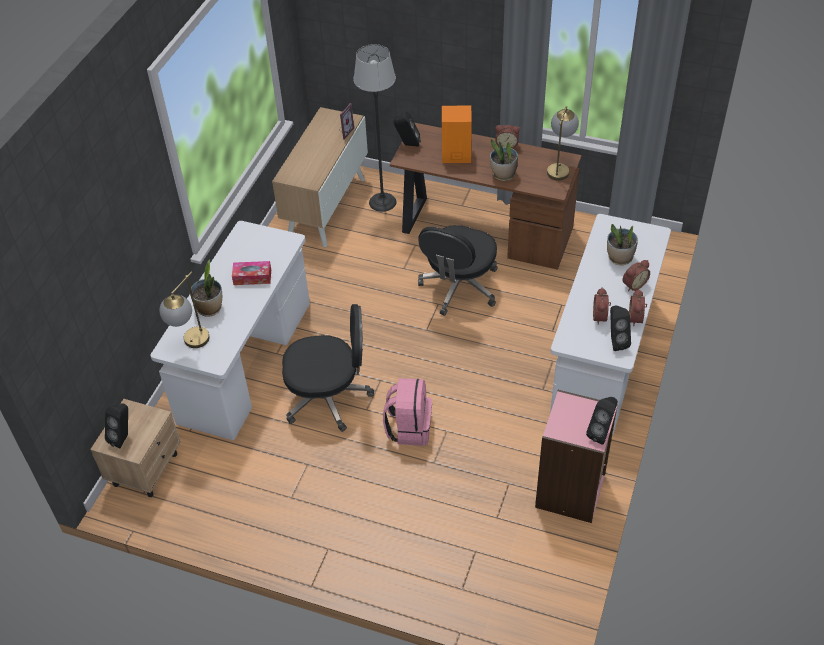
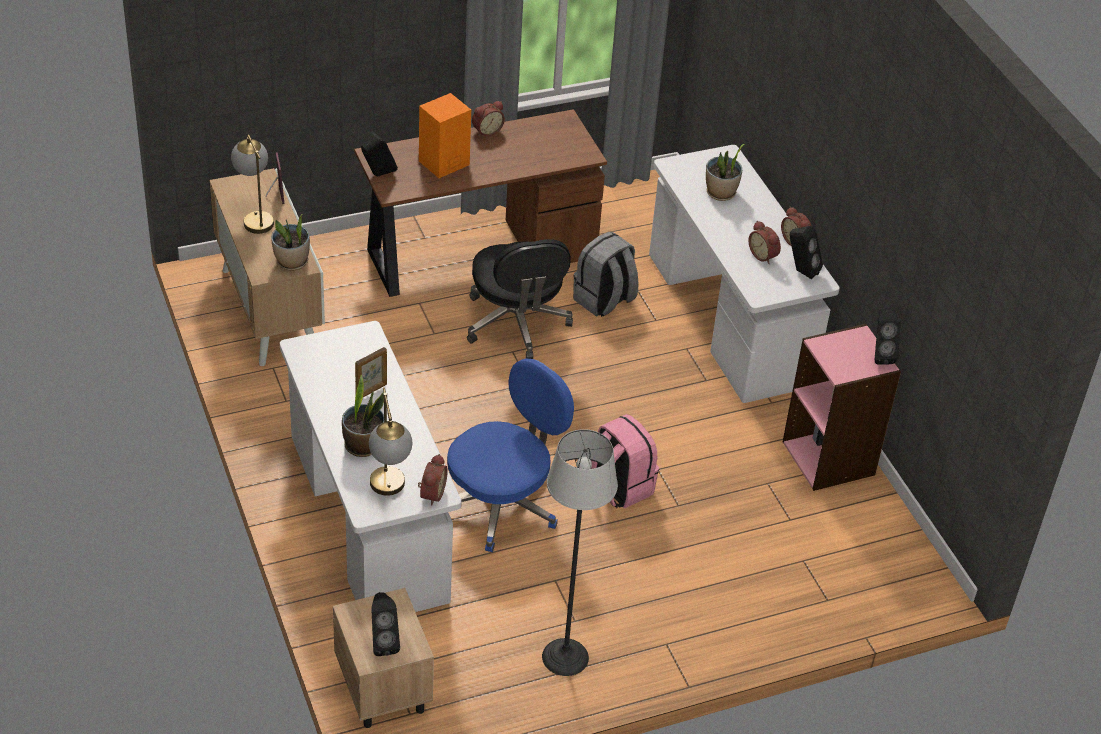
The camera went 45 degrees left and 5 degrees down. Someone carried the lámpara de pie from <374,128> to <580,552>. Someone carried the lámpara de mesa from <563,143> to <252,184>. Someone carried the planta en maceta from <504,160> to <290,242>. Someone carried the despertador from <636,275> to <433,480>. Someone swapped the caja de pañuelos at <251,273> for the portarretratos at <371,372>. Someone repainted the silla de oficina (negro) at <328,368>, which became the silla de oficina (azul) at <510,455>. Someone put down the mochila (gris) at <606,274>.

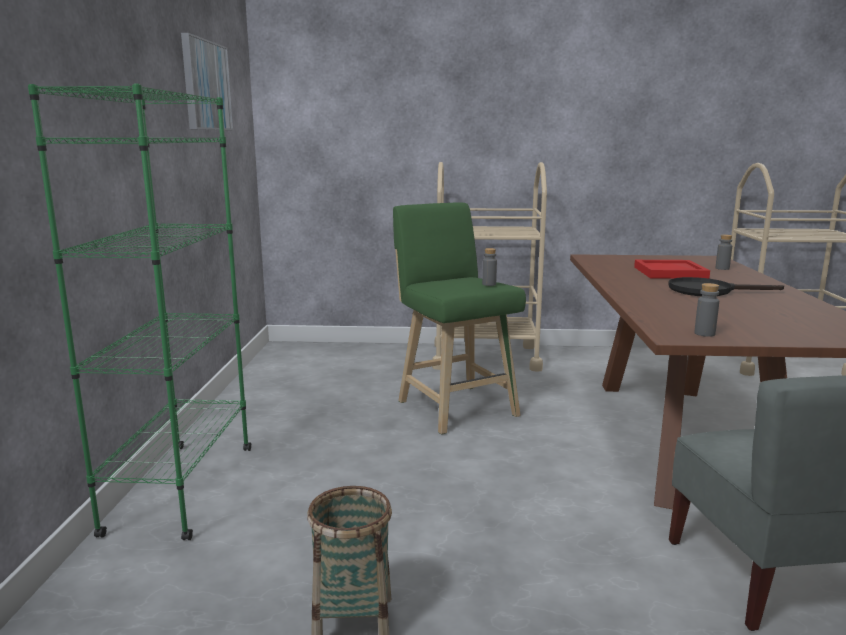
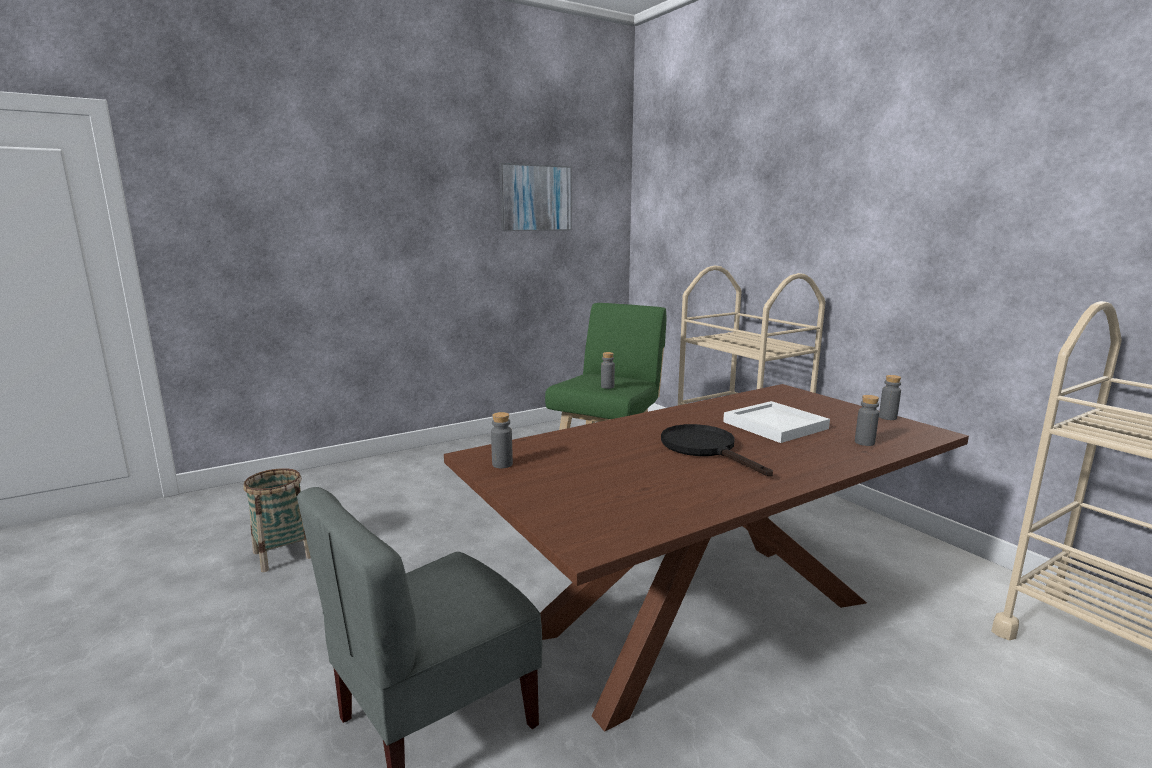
The camera went 55 degrees right and 0 degrees up. Someone took away the estantería (verde) at <140,312>. Someone repainted the bandeja (rojo) at <672,269>, which became the bandeja (blanco) at <776,422>. Someone put down the botella (gris) at <890,397>.

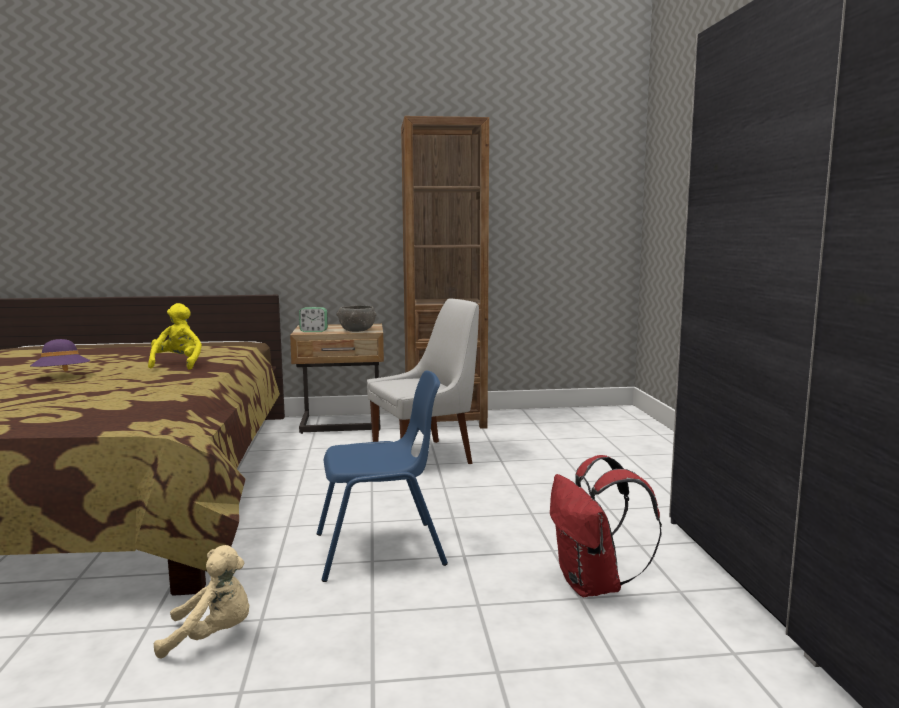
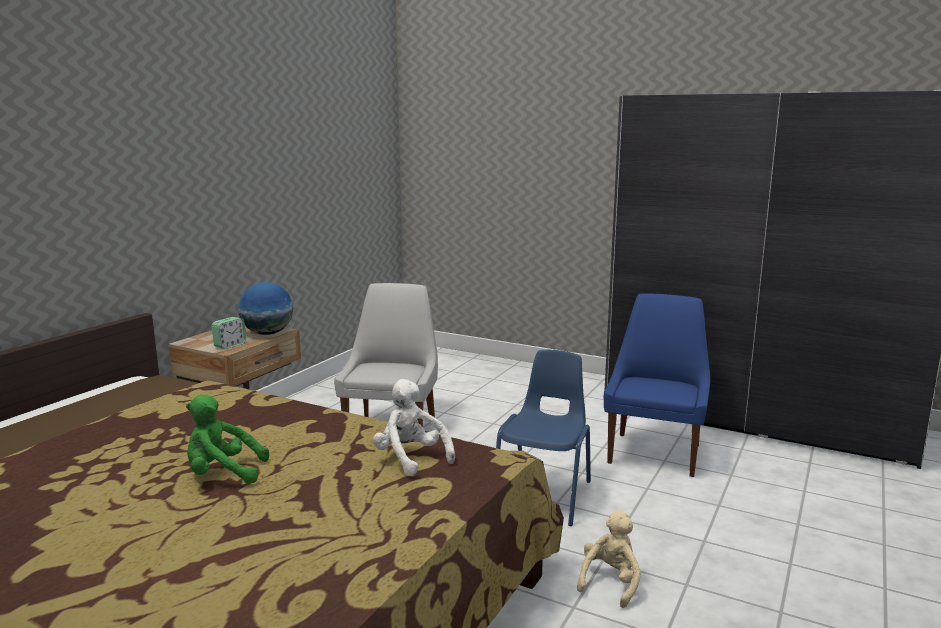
The camera went 55 degrees left and 5 degrees up. Someone took away the estantería (marrón) at <445,272>. Someone took away the peluche (amarillo) at <175,336>. Someone swapped the cuenco (gris) at <357,318> for the globo terráqueo at <265,308>. Someone swapped the sombrero (morado) at <60,355> for the peluche (verde) at <227,439>. Someone swapped the mochila (rojo) at <606,526> for the silla (azul) at <657,385>. Someone put down the peluche (blanco) at <414,427>.

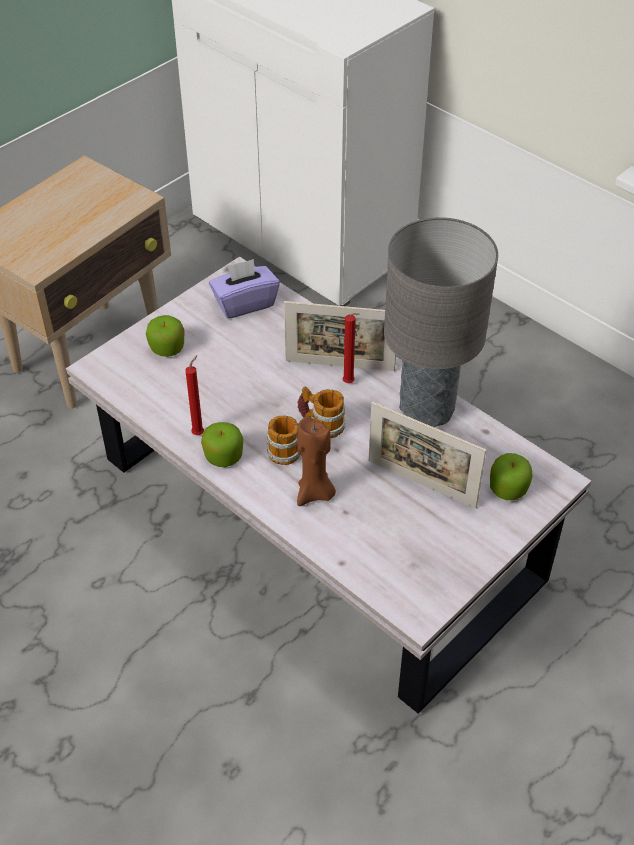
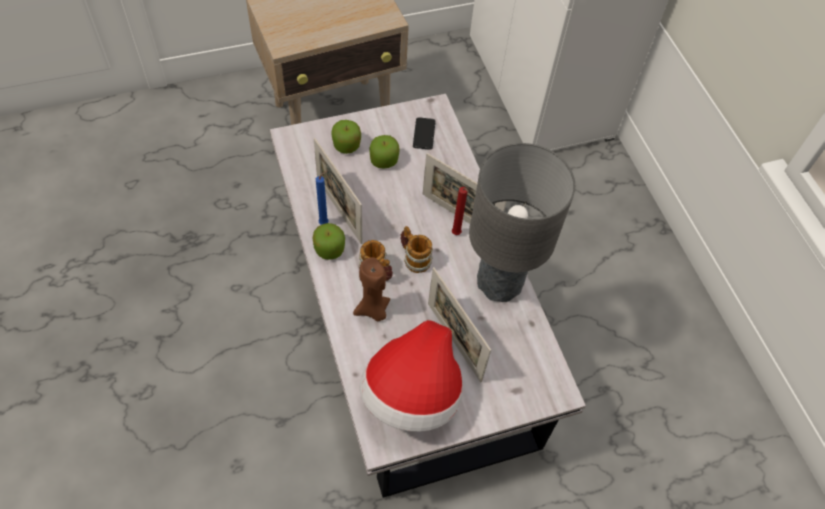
The camera went 25 degrees right and 10 degrees up. Someone swapped the caja de pañuelos (morado) at <244,289> for the móvil at <424,133>. Someone repainted the vela (rojo) at <194,395>, which became the vela (azul) at <322,198>. Someone carried the manzana from <511,476> to <384,151>. Someone put down the portarretratos at <338,191>. Someone put down the sombrero at <411,376>.

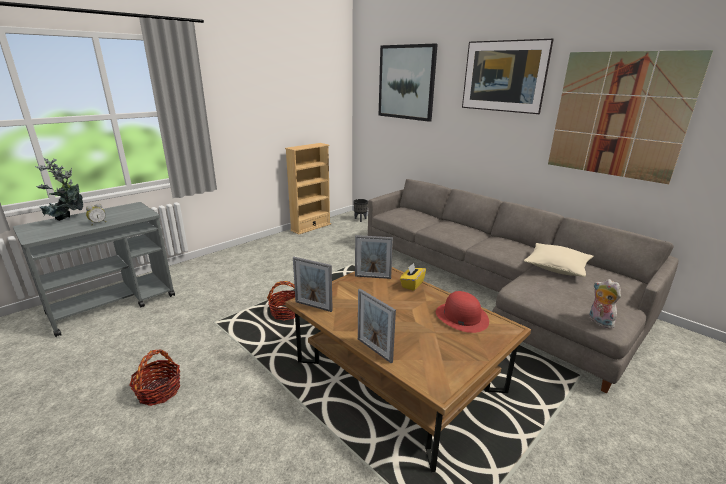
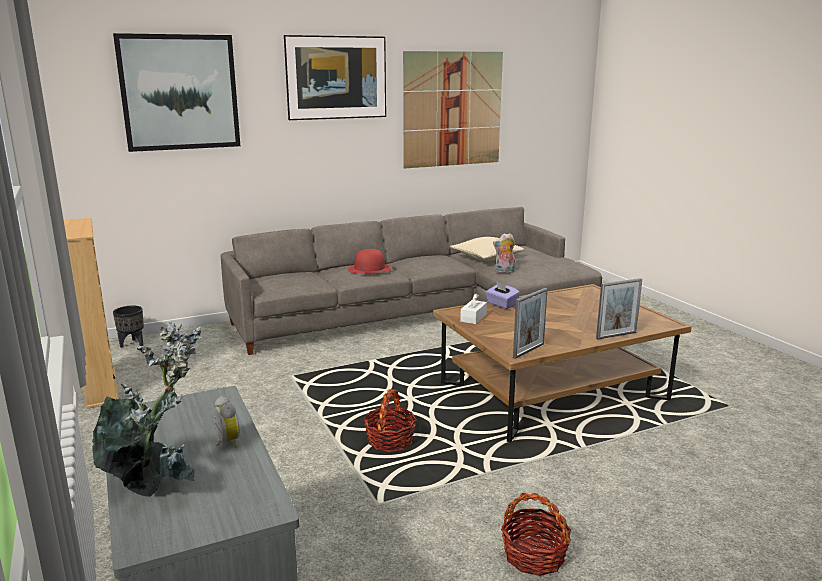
The camera went 70 degrees left and 5 degrees down. Someone swapped the portarretratos at <374,257> for the caja de pañuelos (blanco) at <473,308>. Someone repainted the caja de pañuelos (amarillo) at <413,277>, which became the caja de pañuelos (morado) at <502,295>. Someone carried the peluche from <605,303> to <504,253>. Someone carried the sombrero (rojo) from <462,312> to <370,261>.

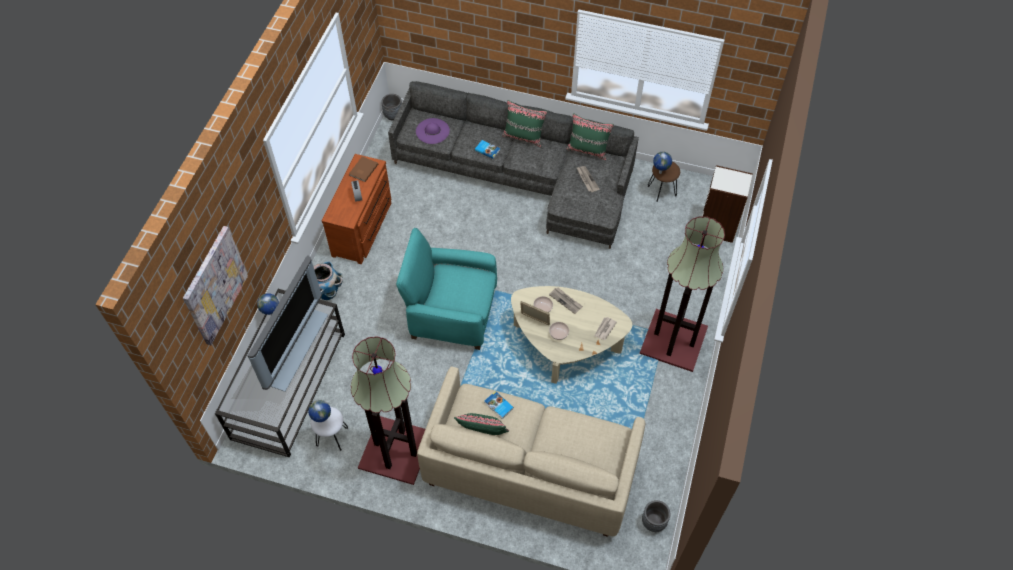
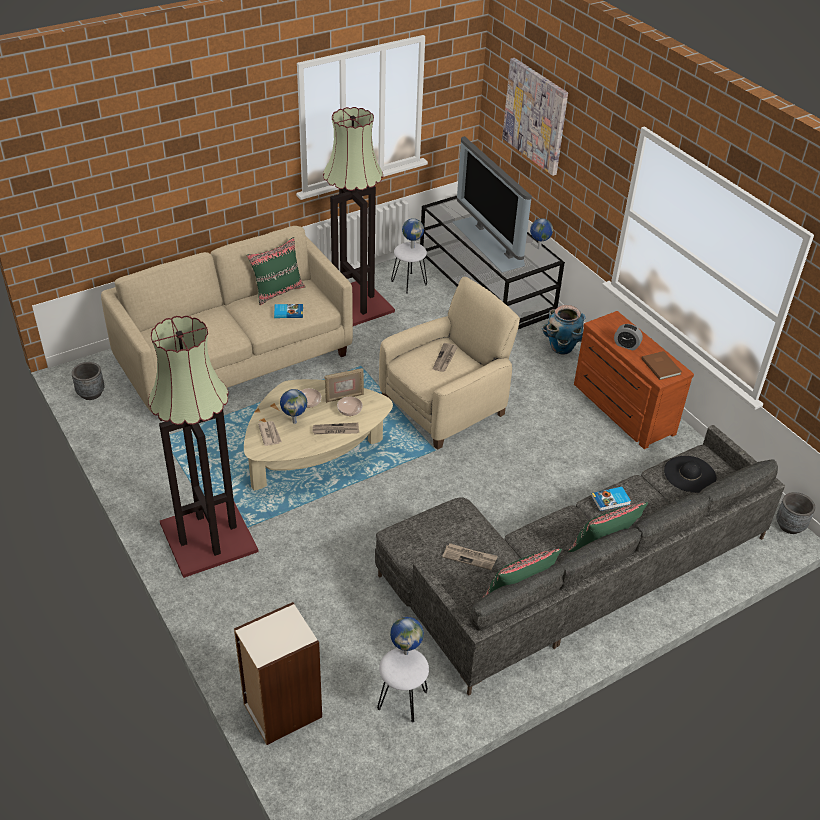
The camera went 130 degrees right and 15 degrees down. Someone repainted the sombrero (morado) at <433,131>, which became the sombrero (negro) at <690,474>. Someone repainted the taburete (marrón) at <664,181>, which became the taburete (blanco) at <403,685>. Someone repainted the sillón (turquesa) at <446,289>, which became the sillón (beis) at <449,363>. Someone put down the periódico at <445,357>. Someone put down the globo terráqueo at <293,406>.

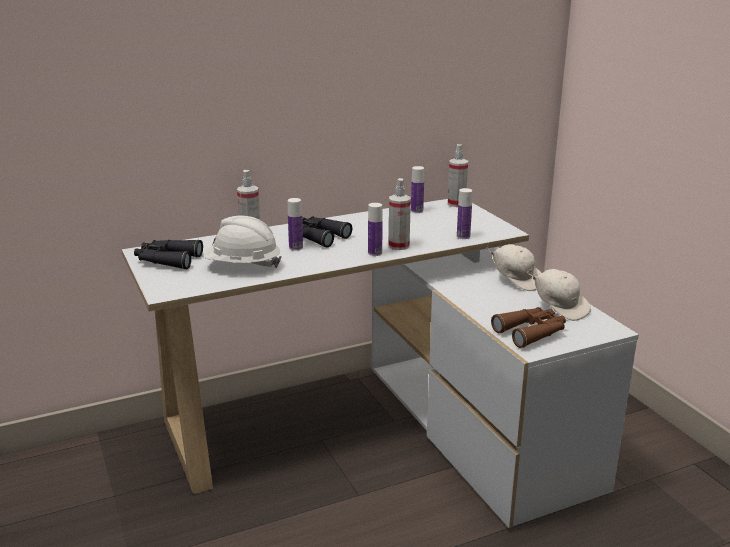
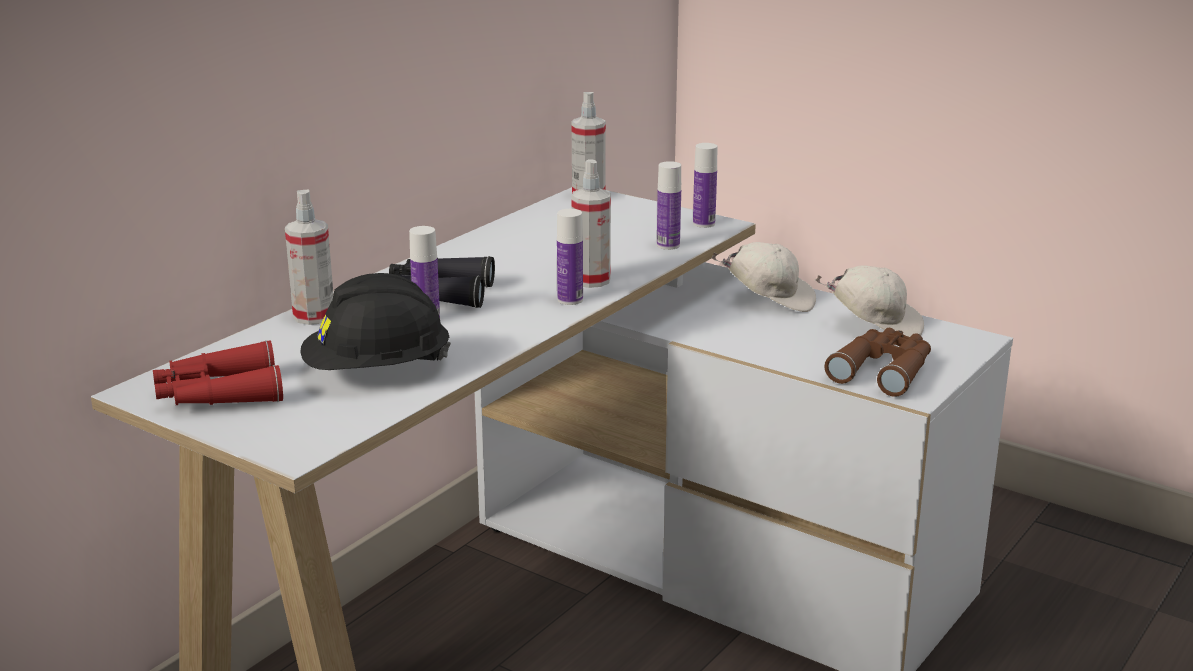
The camera went 30 degrees left and 0 degrees up. Someone carried the botella from <417,189> to <705,185>. Someone repainted the casco (blanco) at <242,242>, which became the casco (negro) at <375,321>. Someone repainted the prismáticos (negro) at <168,255>, which became the prismáticos (rojo) at <218,372>.

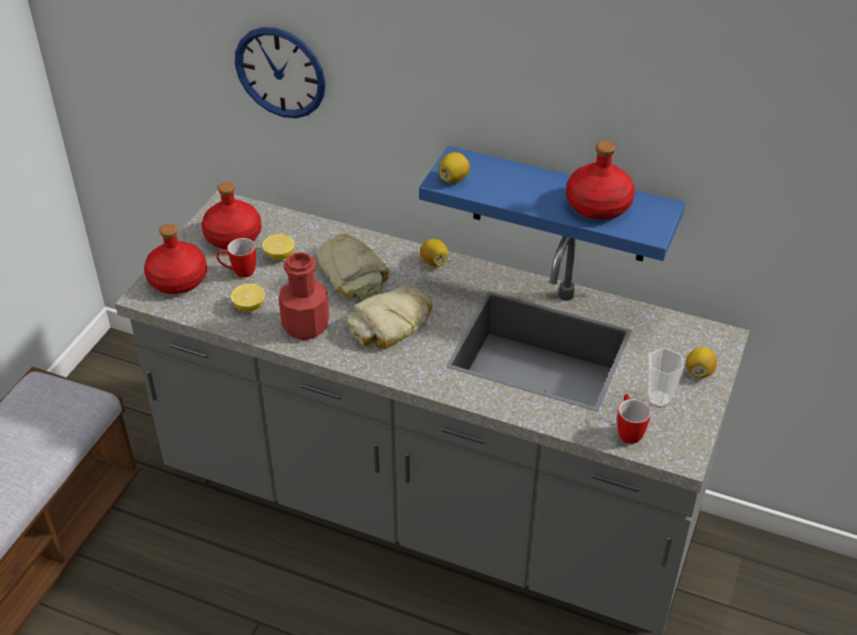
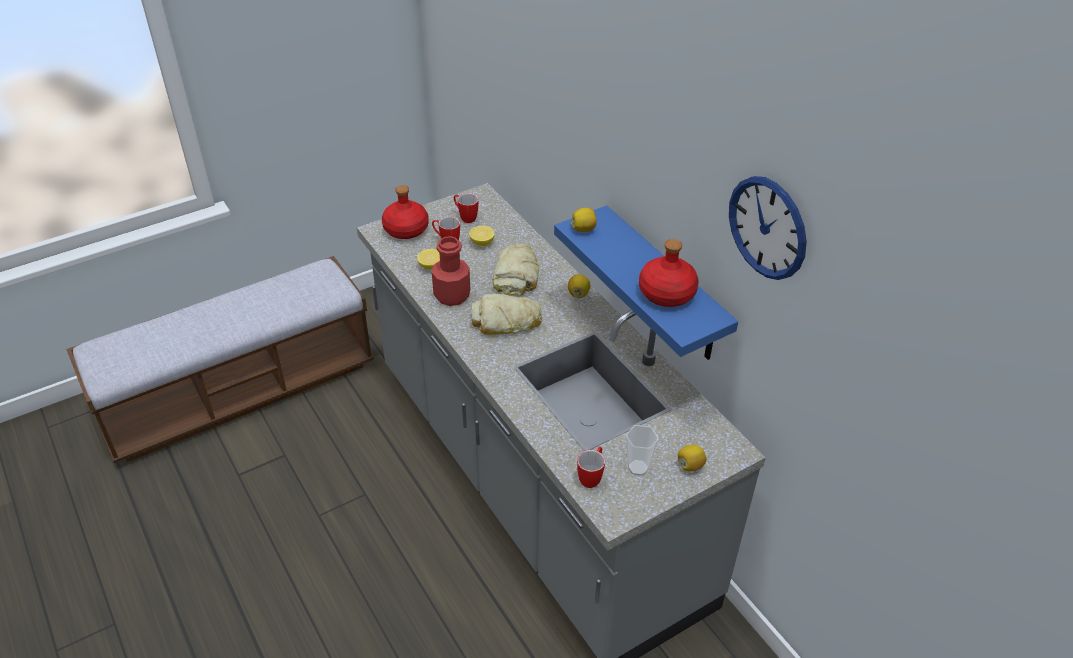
The camera went 35 degrees right and 0 degrees up. Someone carried the reloj de pared from <280,72> to <768,228>. Someone swapped the botella (rojo) at <231,216> for the taza grande at <466,208>.

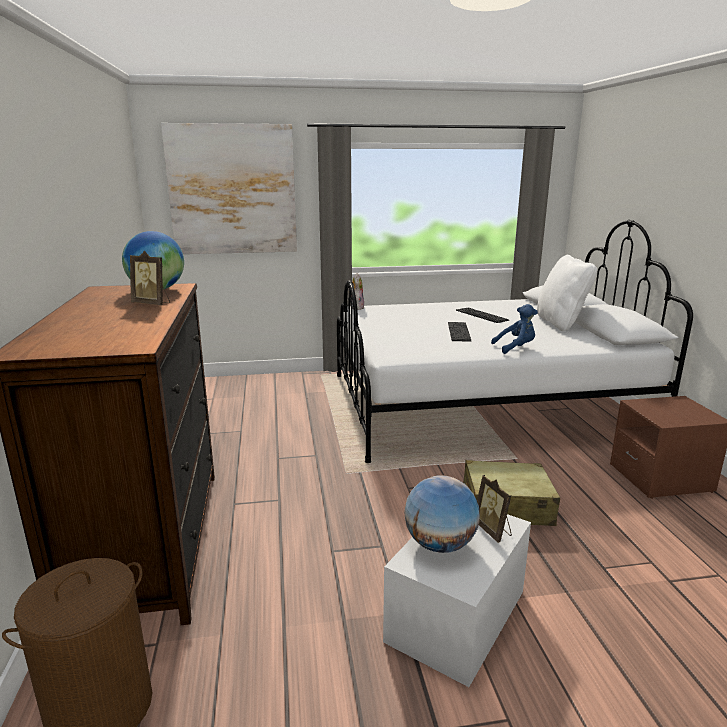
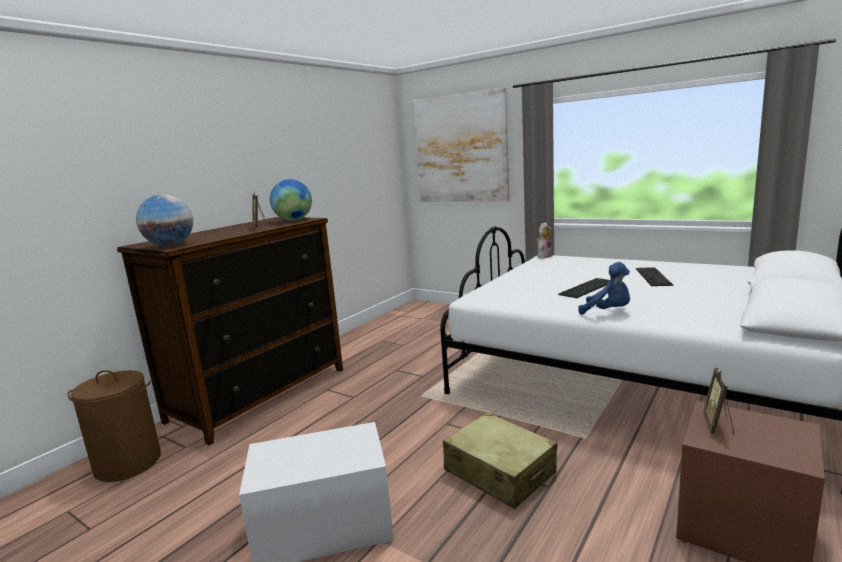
The camera went 45 degrees right and 5 degrees down. Someone took away the cojín (blanco) at <567,293>. Someone carried the globo terráqueo from <442,514> to <164,220>. Someone carried the portarretratos from <494,509> to <718,401>.

